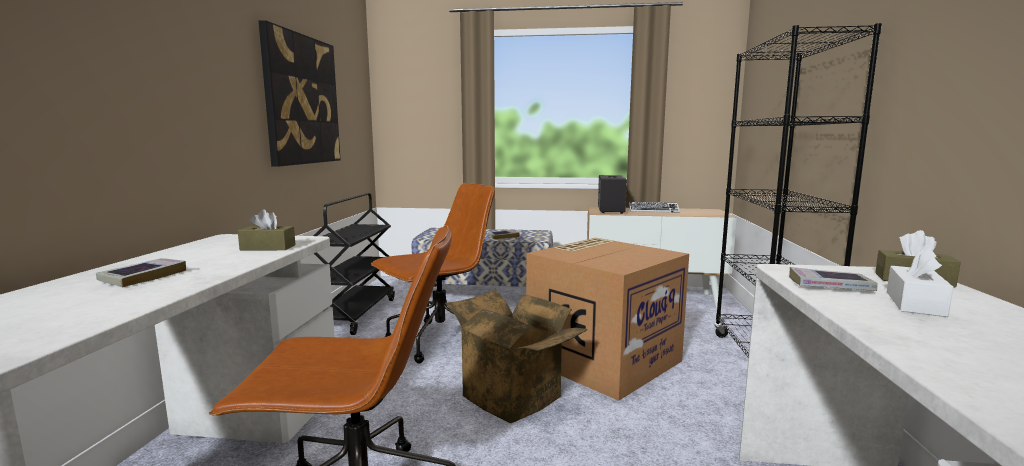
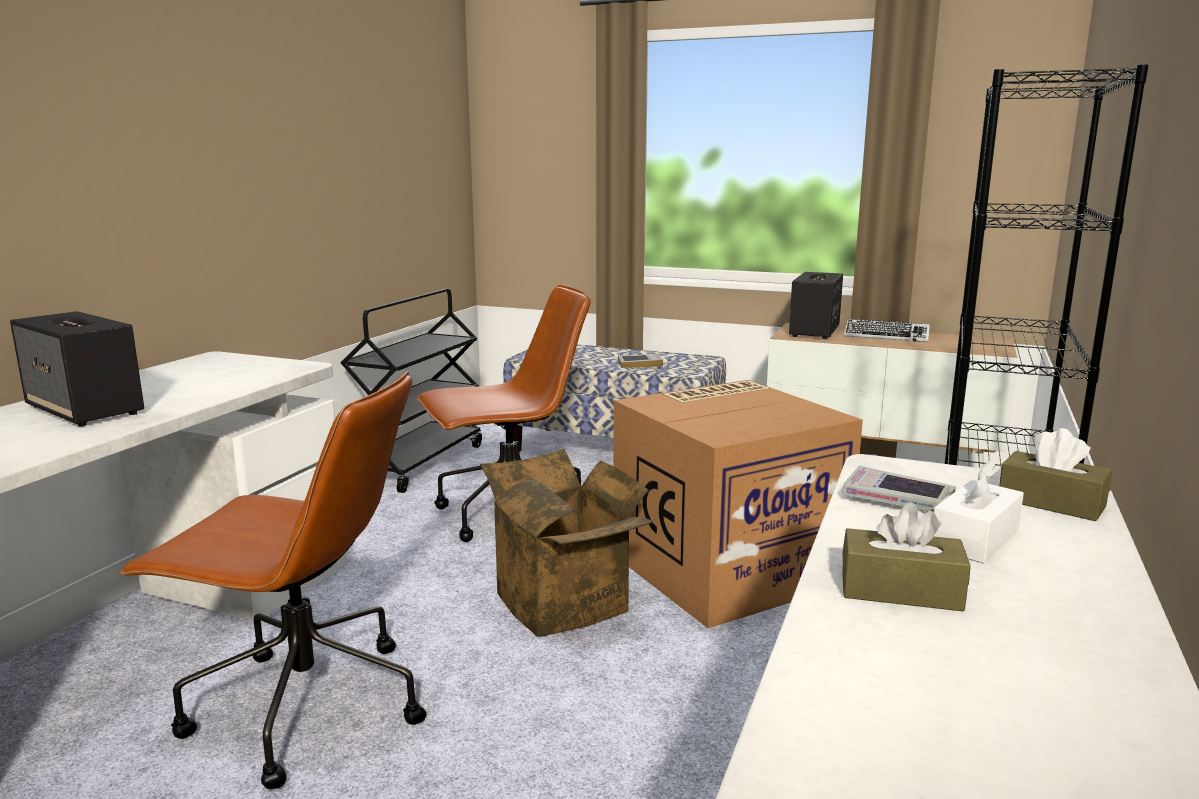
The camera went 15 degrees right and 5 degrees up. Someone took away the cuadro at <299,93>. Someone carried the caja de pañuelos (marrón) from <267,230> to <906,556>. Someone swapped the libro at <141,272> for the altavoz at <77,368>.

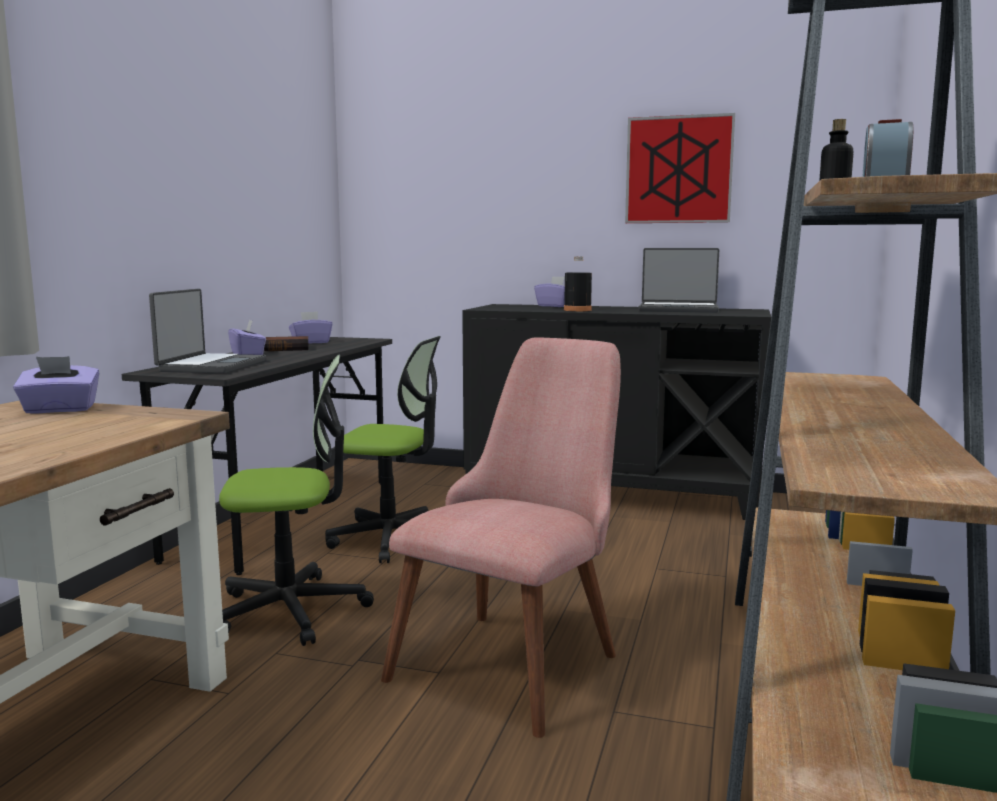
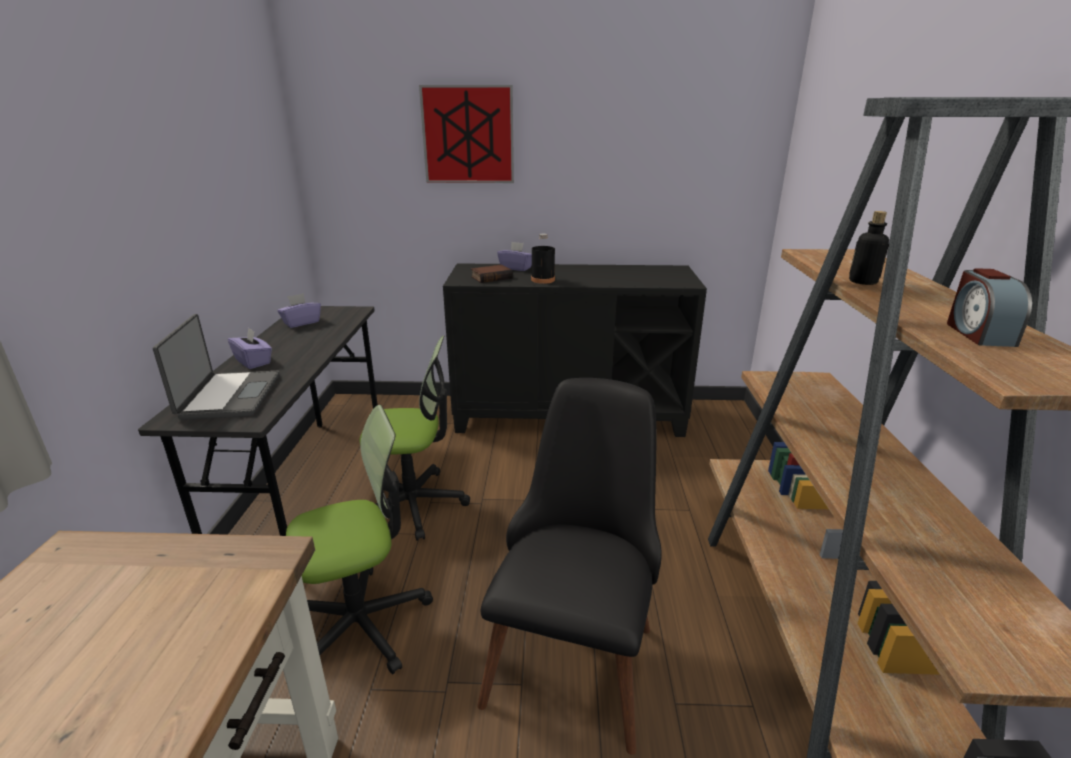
The camera went 15 degrees left and 15 degrees up. Someone carried the cuadro from <680,168> to <466,134>. Someone took away the portátil at <678,280>. Someone carried the libro from <286,343> to <492,273>. Someone repainted the silla (rosa) at <501,537>, which became the silla (negro) at <569,566>. Someone took away the caja de pañuelos (morado) at <56,385>.

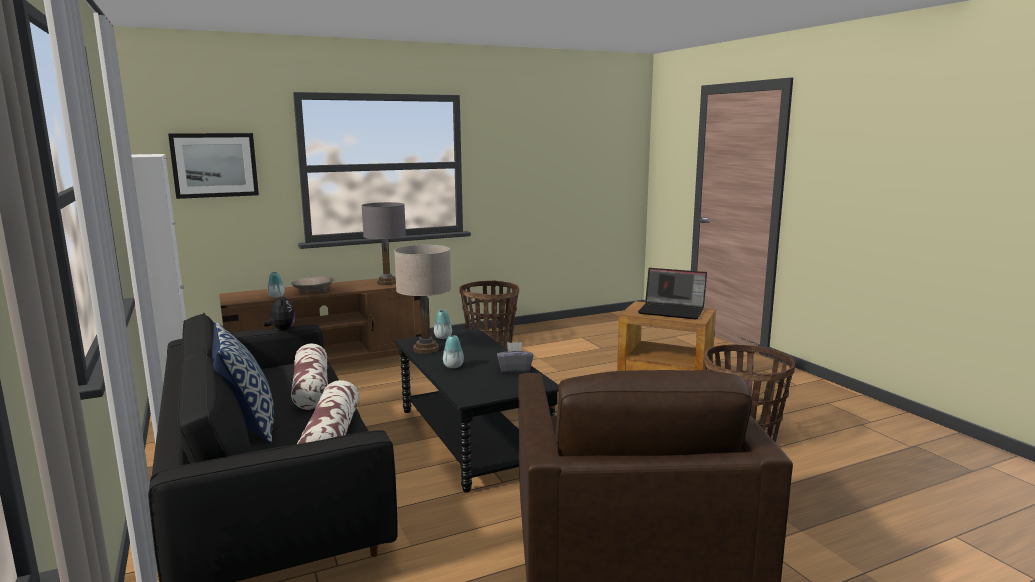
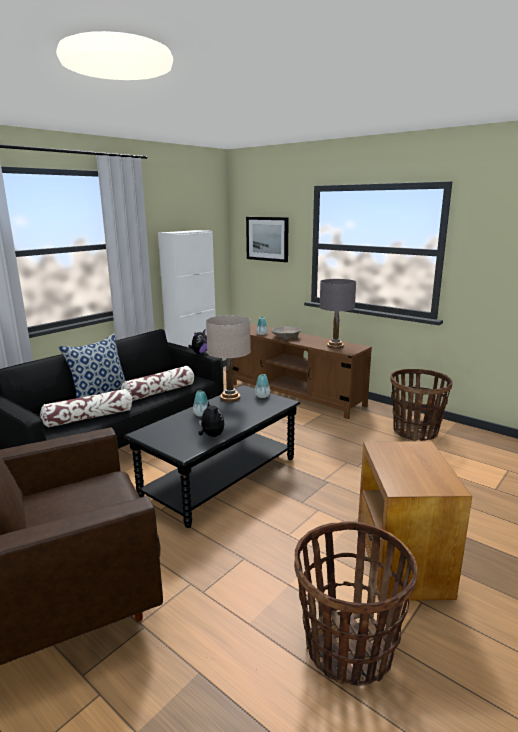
The camera went 65 degrees right and 5 degrees up. Someone took away the portátil at <672,293>. Someone swapped the caja de pañuelos (gris) at <515,357> for the peluche at <211,419>.

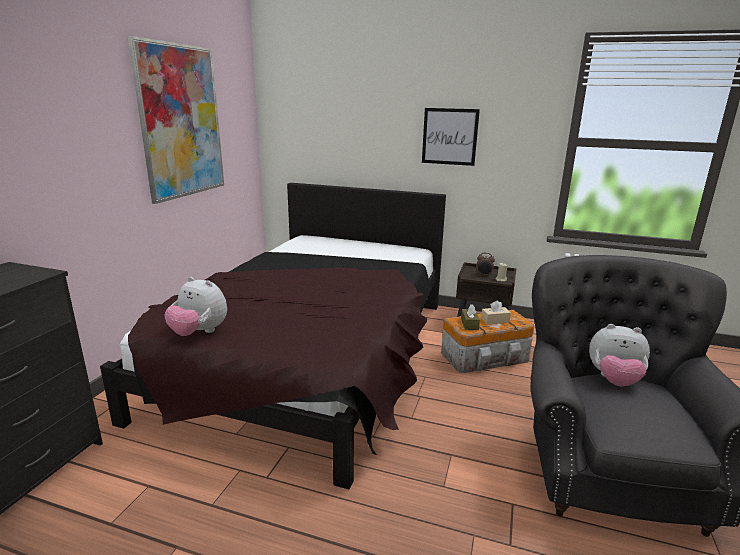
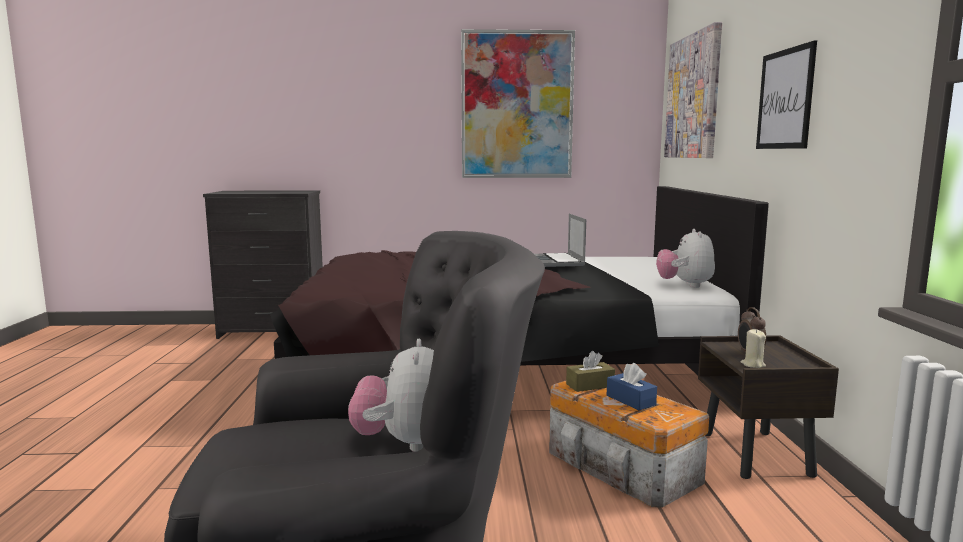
The camera went 70 degrees right and 10 degrees down. Someone carried the peluche from <195,306> to <685,258>. Someone repainted the caja de pañuelos (beis) at <496,312>, which became the caja de pañuelos (azul) at <632,386>. Someone put up the cuadro at <693,90>. Someone put down the portátil at <560,240>.

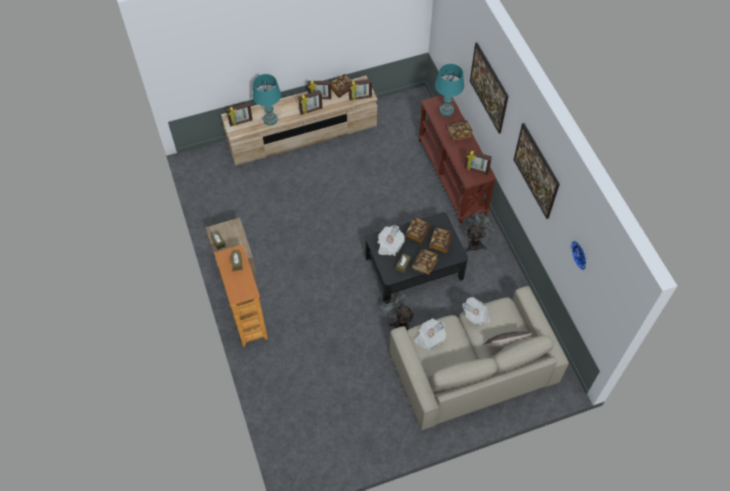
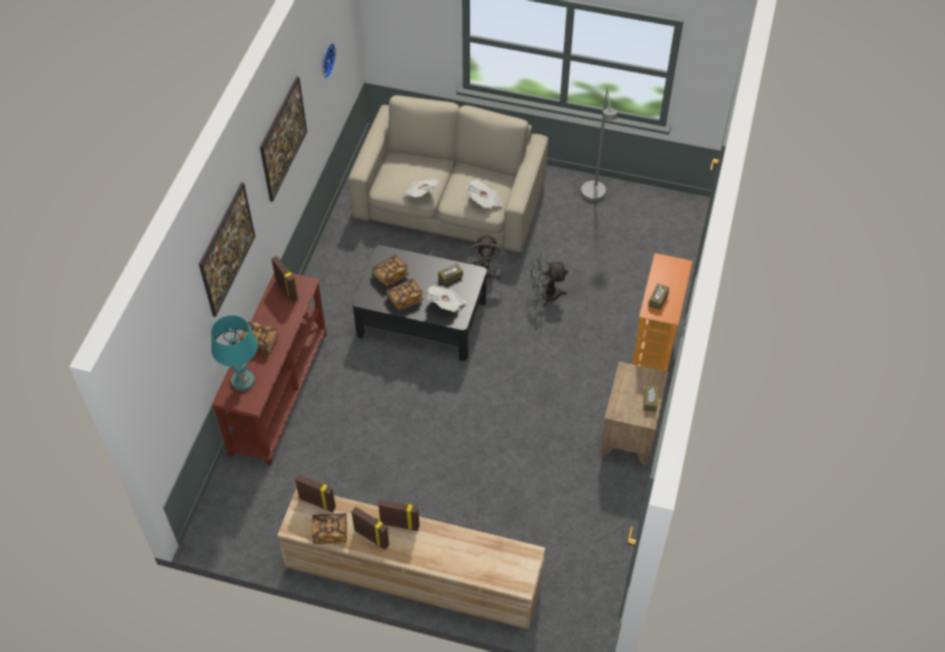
The camera went 145 degrees left and 5 degrees down. Someone took away the lámpara de mesa (turquesa) at <266,99>. Someone took away the portarretratos at <239,114>. Someone carried the ventilador (gris) from <482,231> to <549,279>. Someone took away the libro at <425,262>. Someone took away the cojín at <507,339>. Someone put down the lámpara de pie (gris) at <599,144>.

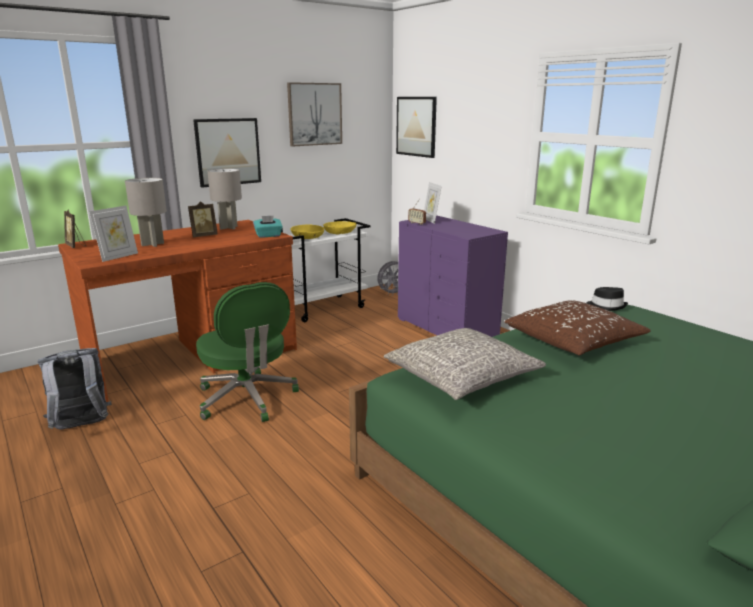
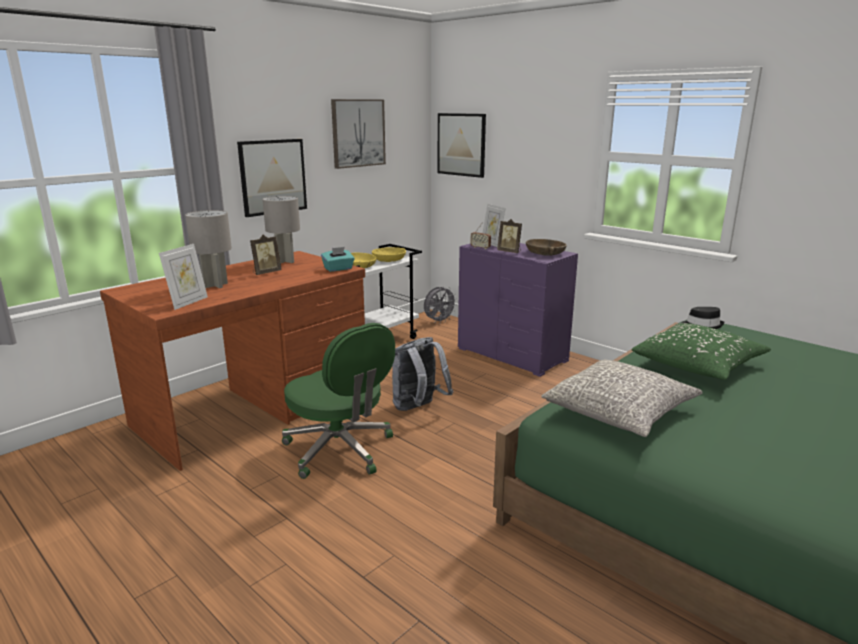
The camera went 10 degrees left and 0 degrees up. Someone carried the portarretratos from <75,229> to <509,236>. Someone repainted the cojín (marrón) at <578,328>, which became the cojín (verde) at <701,351>. Someone carried the mochila (gris) from <75,389> to <422,374>. Someone put down the cuenco (marrón) at <546,247>.

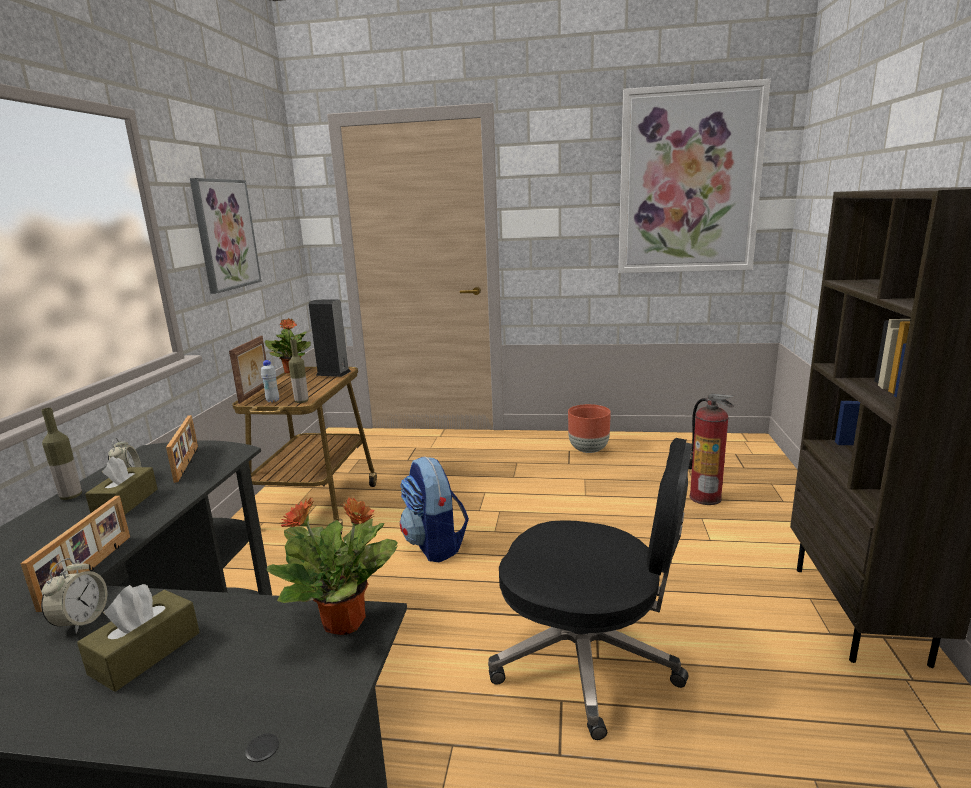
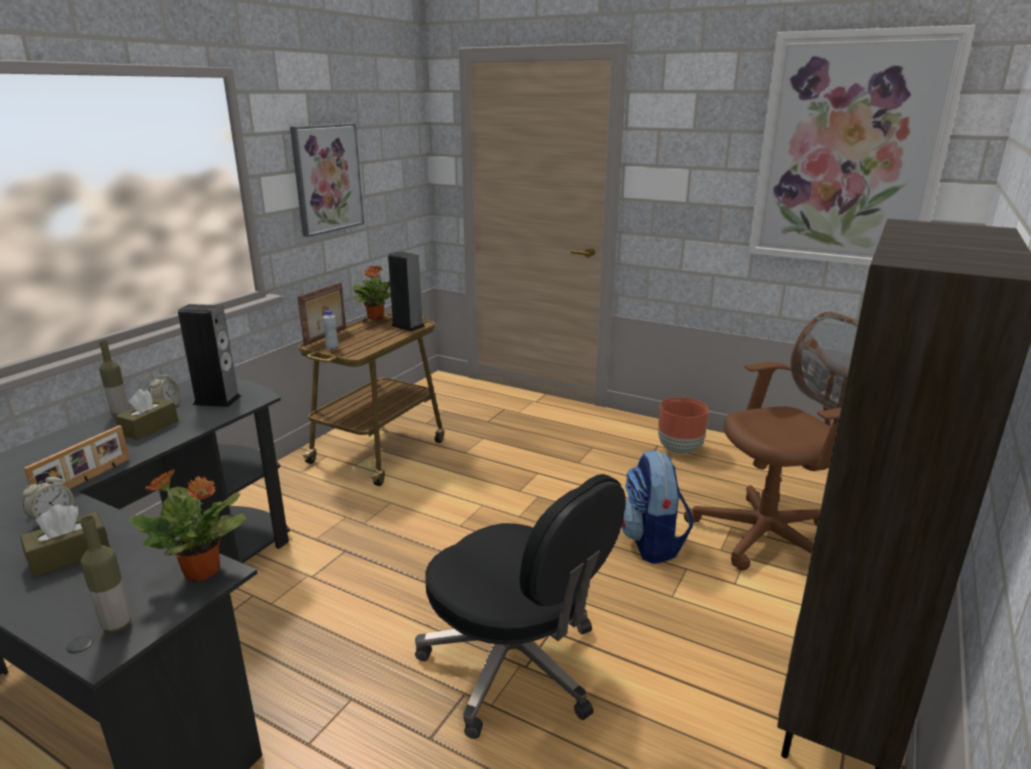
The camera went 20 degrees right and 5 degrees up. Someone carried the botella from <298,371> to <105,574>. Someone swapped the extintor at <711,449> for the silla de oficina (marrón) at <771,441>. Someone swapped the portarretratos at <182,449> for the altavoz at <210,355>. Someone carried the mochila from <434,509> to <657,507>.

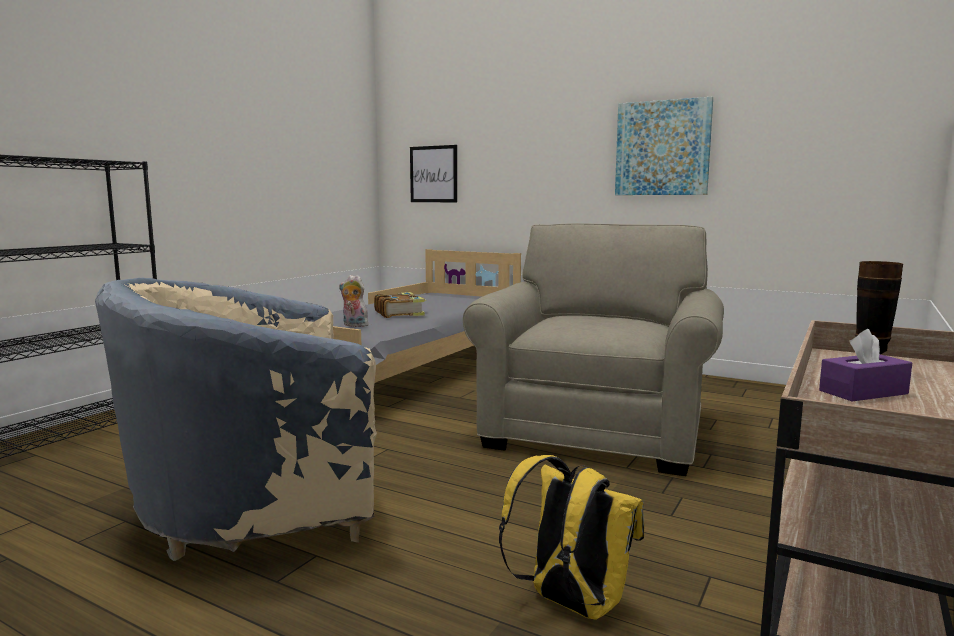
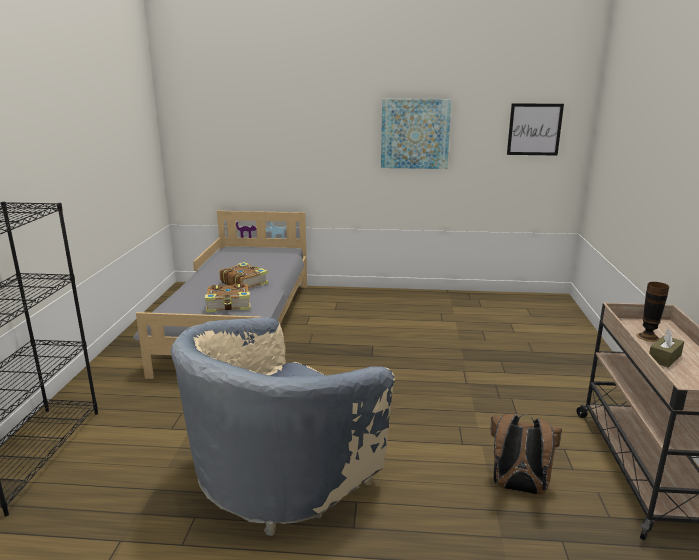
The camera went 25 degrees left and 10 degrees up. Someone carried the cuadro from <433,173> to <535,129>. Someone took away the sillón (beis) at <593,349>. Someone swapped the peluche at <354,301> for the libro at <228,298>. Someone repainted the caja de pañuelos (morado) at <865,365>, which became the caja de pañuelos (marrón) at <666,348>. Someone repainted the mochila (amarillo) at <571,537>, which became the mochila (marrón) at <526,454>.

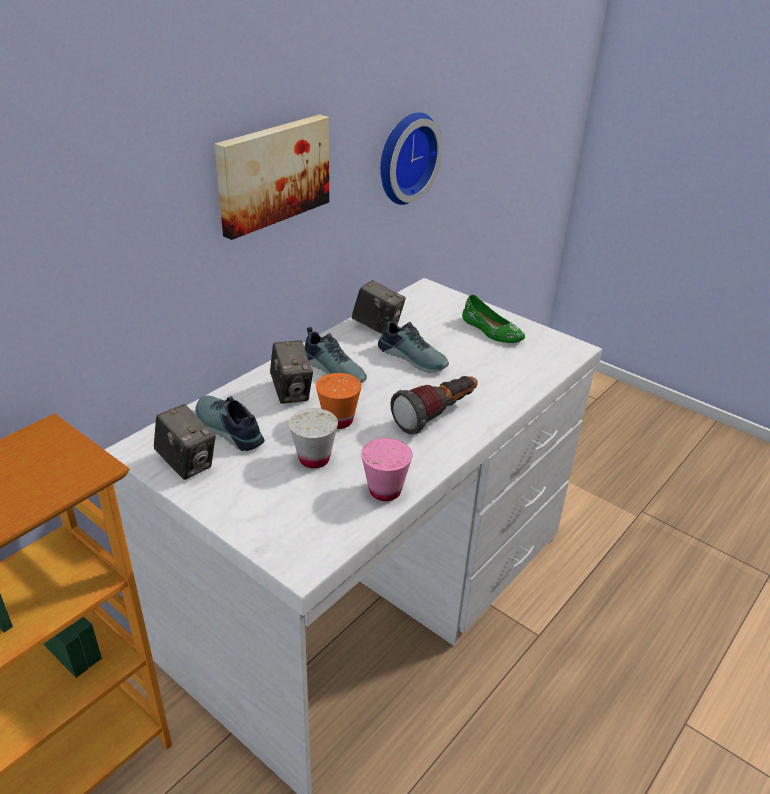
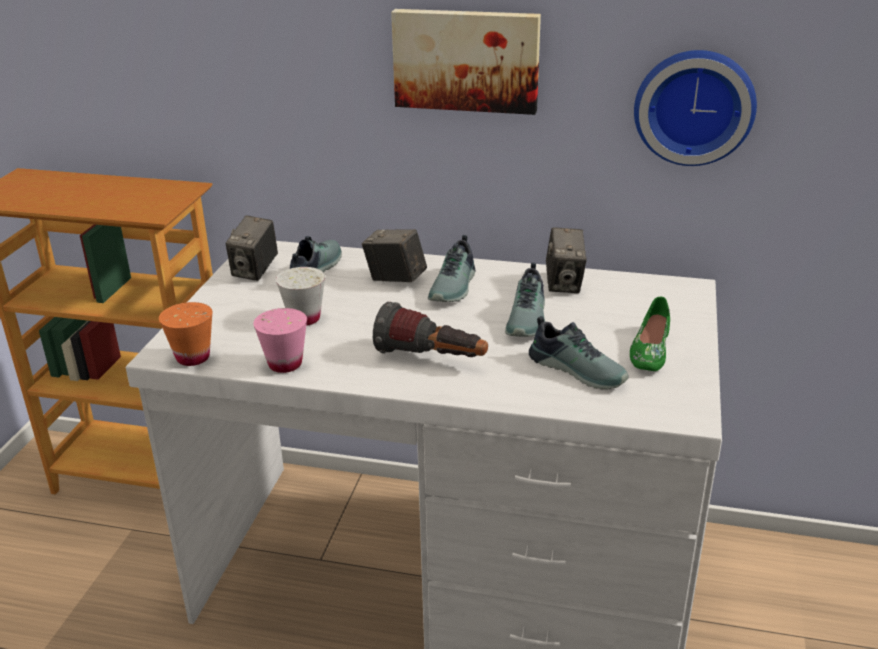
The camera went 65 degrees right and 5 degrees down. Someone rotated the cámara at <291,372> by 75 degrees clockwise. Someone carried the taza (naranja) from <339,401> to <185,334>. Someone put down the zapato at <579,352>.

